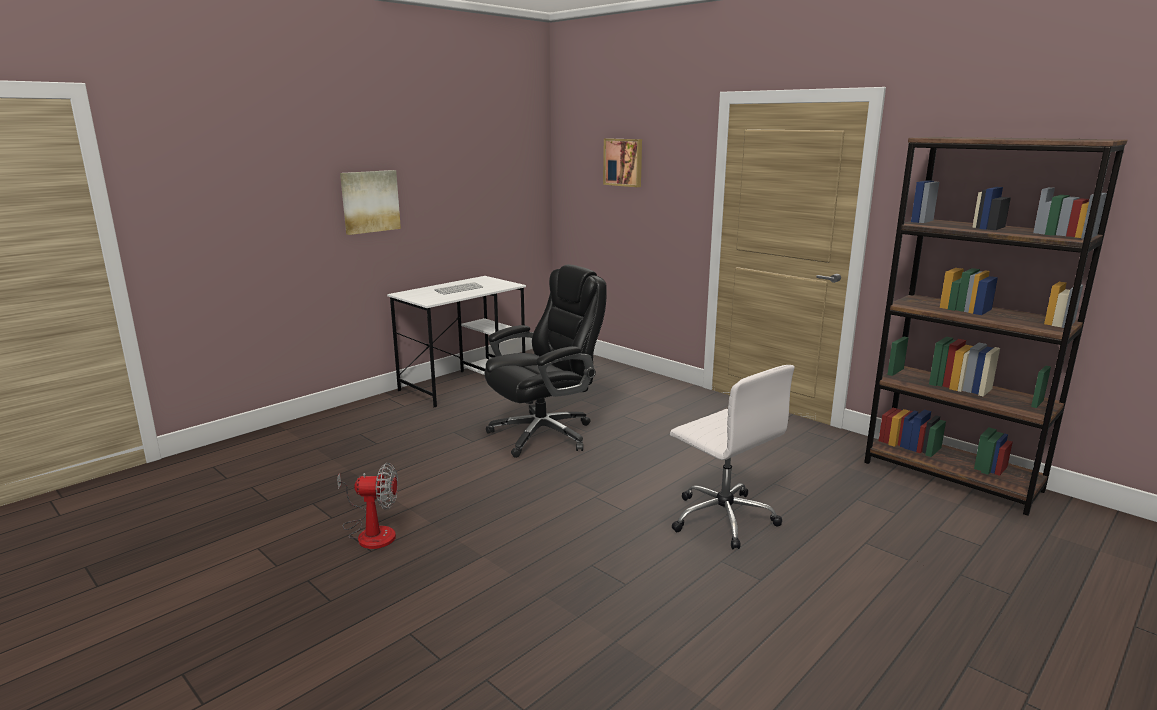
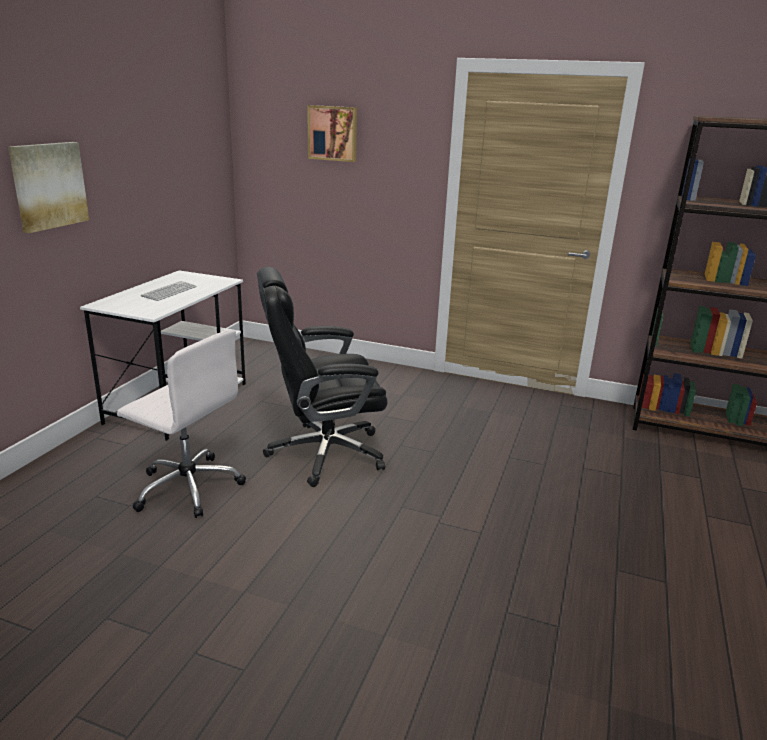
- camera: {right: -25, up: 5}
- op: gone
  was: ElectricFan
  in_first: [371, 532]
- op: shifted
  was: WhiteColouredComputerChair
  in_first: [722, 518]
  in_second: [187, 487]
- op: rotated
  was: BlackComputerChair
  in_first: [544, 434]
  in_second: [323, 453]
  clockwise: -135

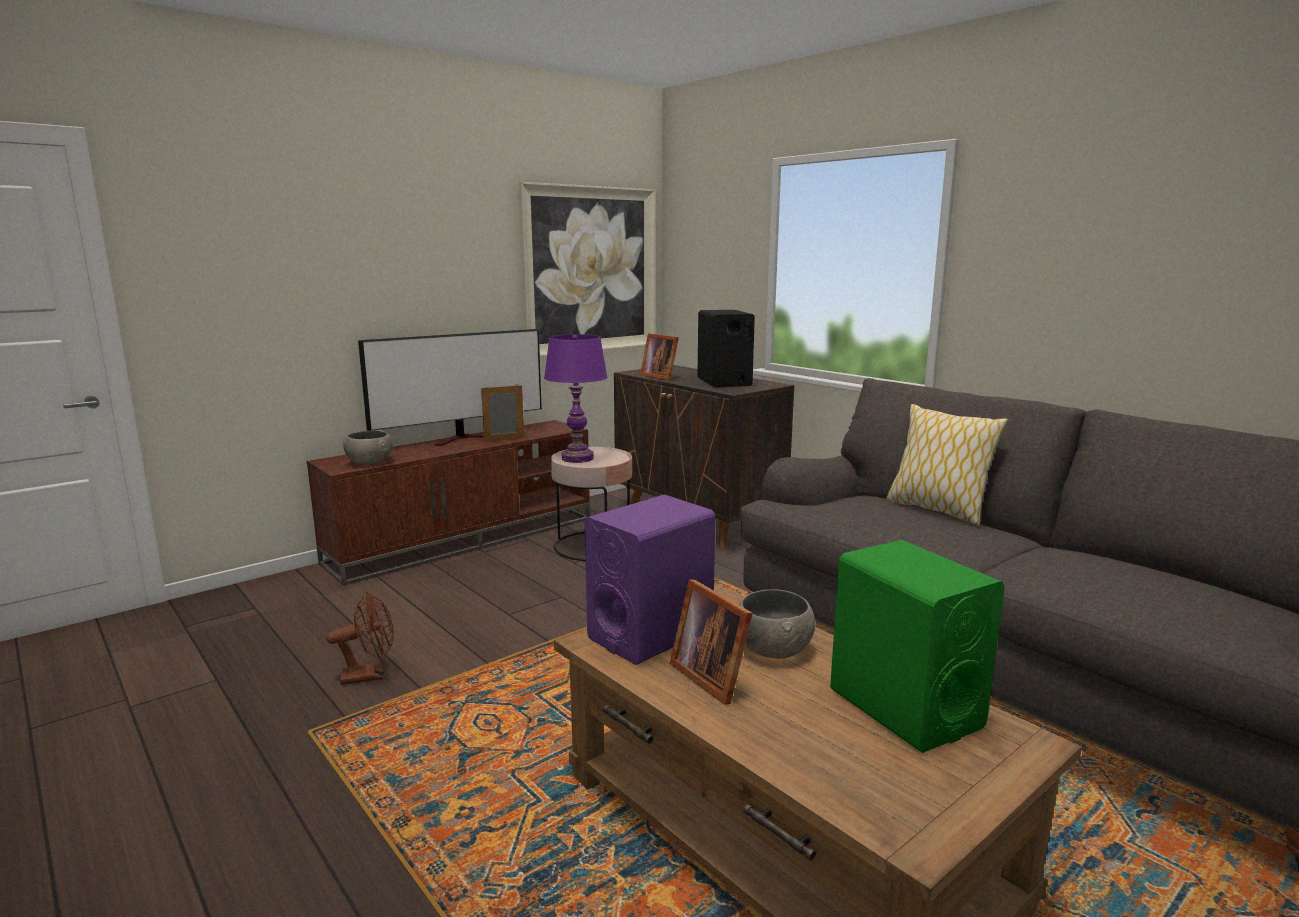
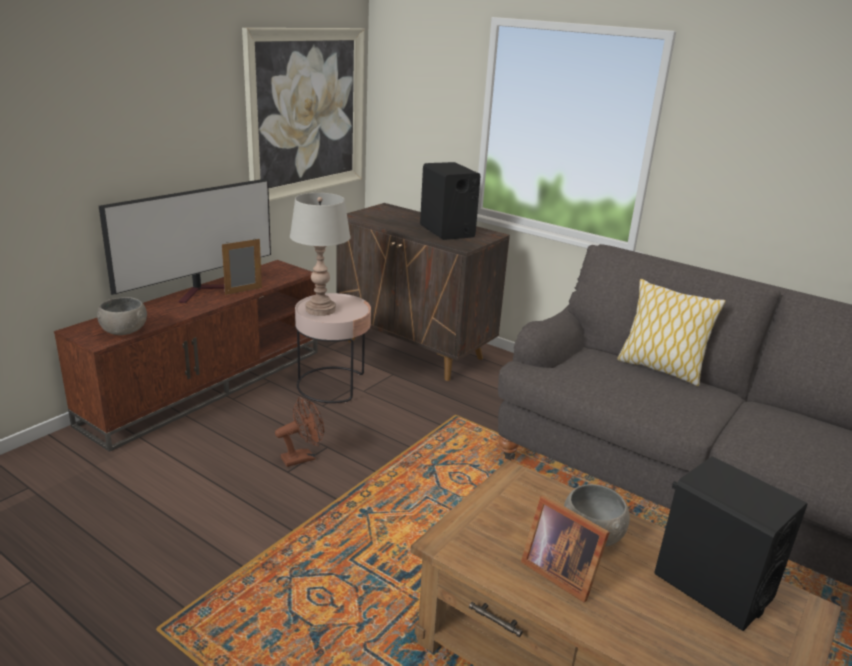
- camera: {right: -15, up: 10}
- op: gone
  was: PurpleColouredLoudspeaker
  in_first: [651, 634]
- op: gone
  was: PictureFrame
  in_first: [660, 377]
- op: shifted
  was: BrownElectricFan
  in_first: [370, 675]
  in_second: [303, 457]
- op: repainted
  was: PurpleColouredTableLamp
  now: GreyishTableLamp
  in_first: [577, 458]
  in_second: [320, 309]
- op: repainted
  was: GreenishLoudspeaker
  now: BlackLoudspeaker
  in_first: [904, 708]
  in_second: [712, 586]

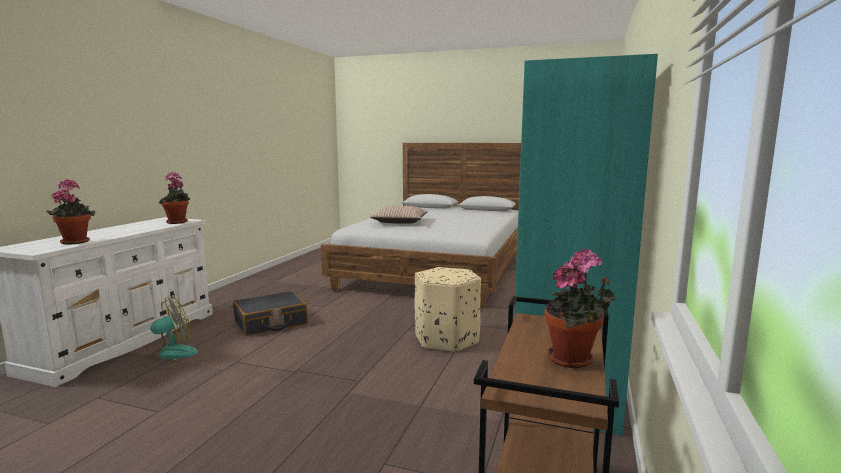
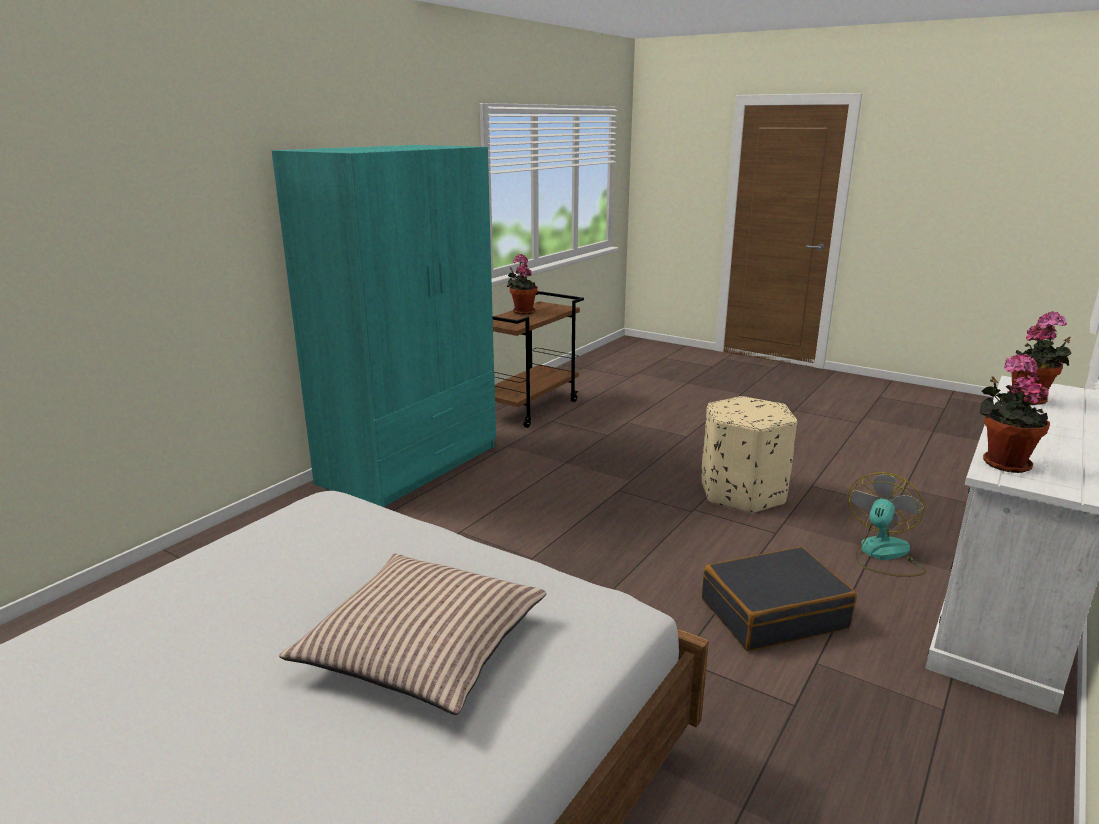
- camera: {right: -165, up: 10}
- op: shifted
  was: BeigePouffe
  in_first: [446, 339]
  in_second: [743, 493]
- op: rotated
  was: ElectricFan
  in_first: [168, 356]
  in_second: [882, 555]
  clockwise: 150

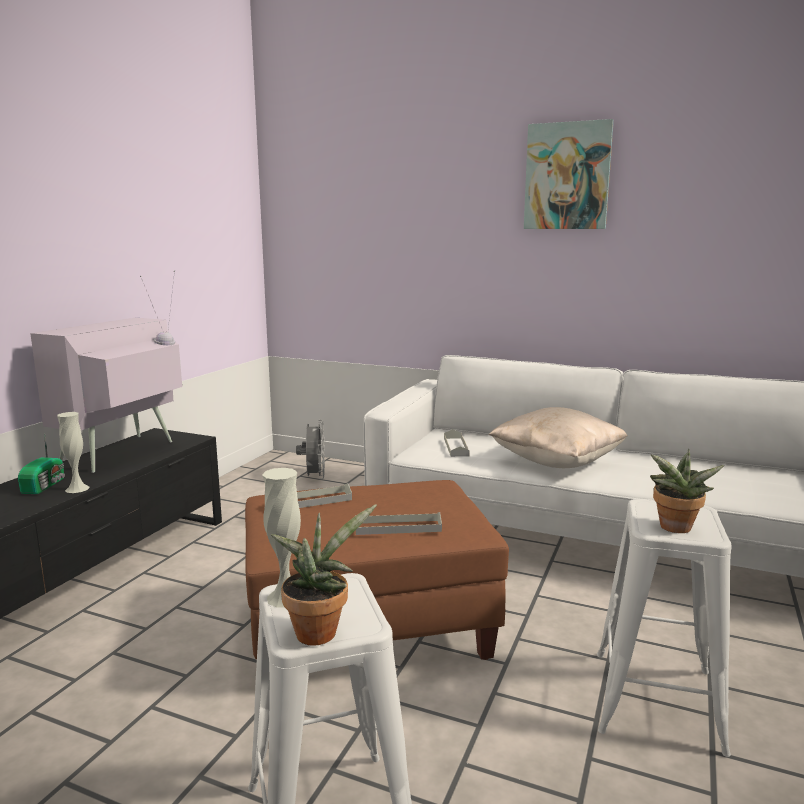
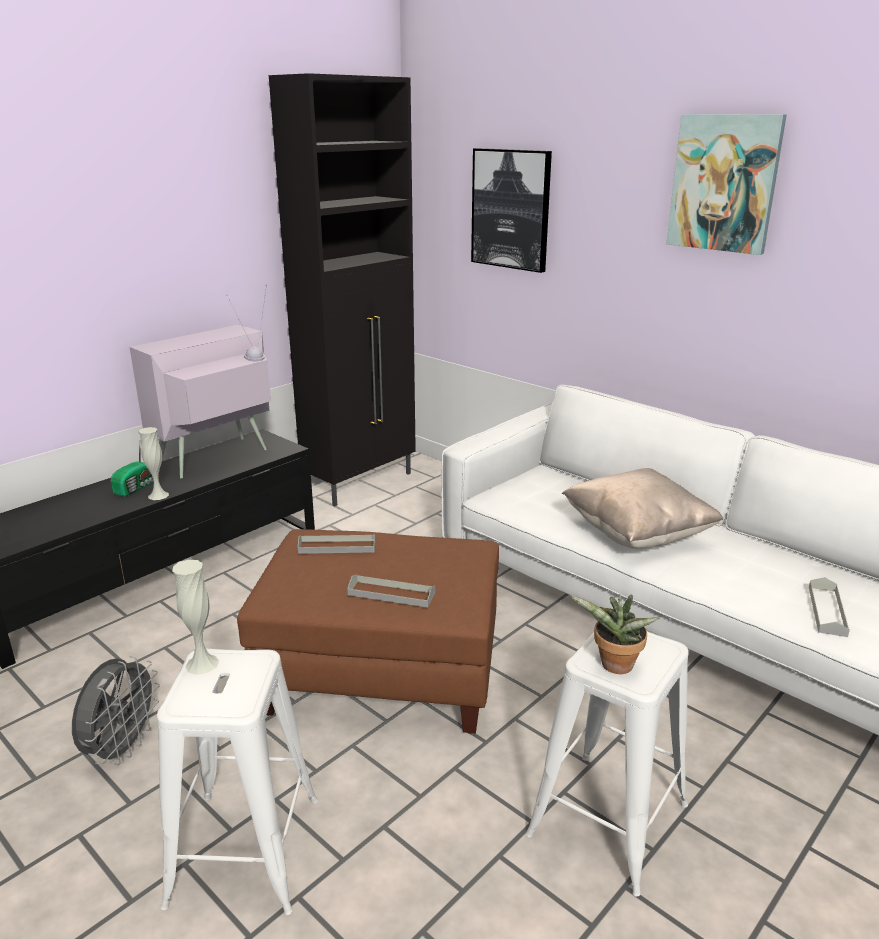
- camera: {right: 20, up: 10}
- op: gone
  was: PottedPlant
  in_first: [319, 630]
- op: new
  now: BlackCabinet
  in_second: [361, 482]
- op: new
  now: Picture
  in_second: [511, 209]
- op: shifted
  was: GreyishElectricFan
  in_first: [314, 477]
  in_second: [122, 748]
- op: shifted
  was: GreyishCarryingTray
  in_first: [456, 447]
  in_second: [827, 611]

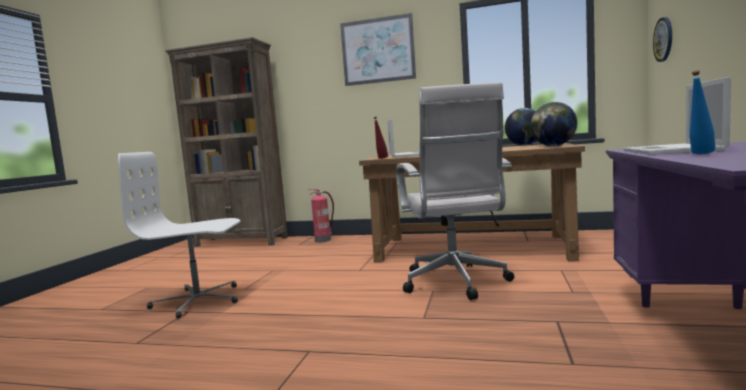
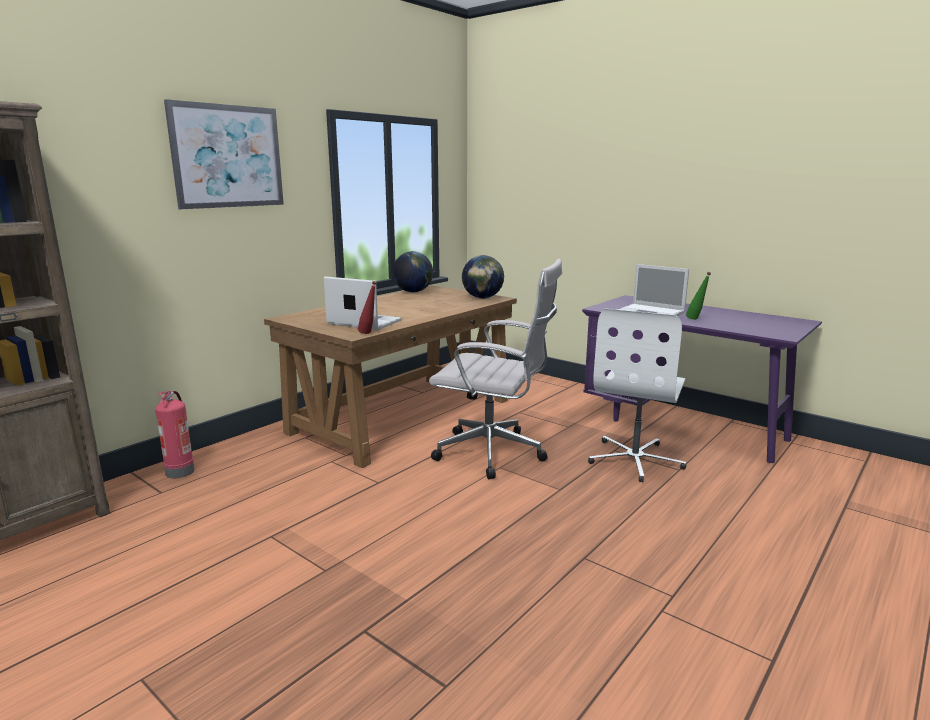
- camera: {right: -65, up: 10}
- op: gone
  was: ClockOnTheWall
  in_first: [664, 39]
- op: shifted
  was: WhiteColouredComputerChair
  in_first: [198, 301]
  in_second: [635, 459]
- op: repainted
  was: BluishDrinkBottle
  now: GreenishDrinkBottle
  in_first: [699, 154]
  in_second: [696, 320]

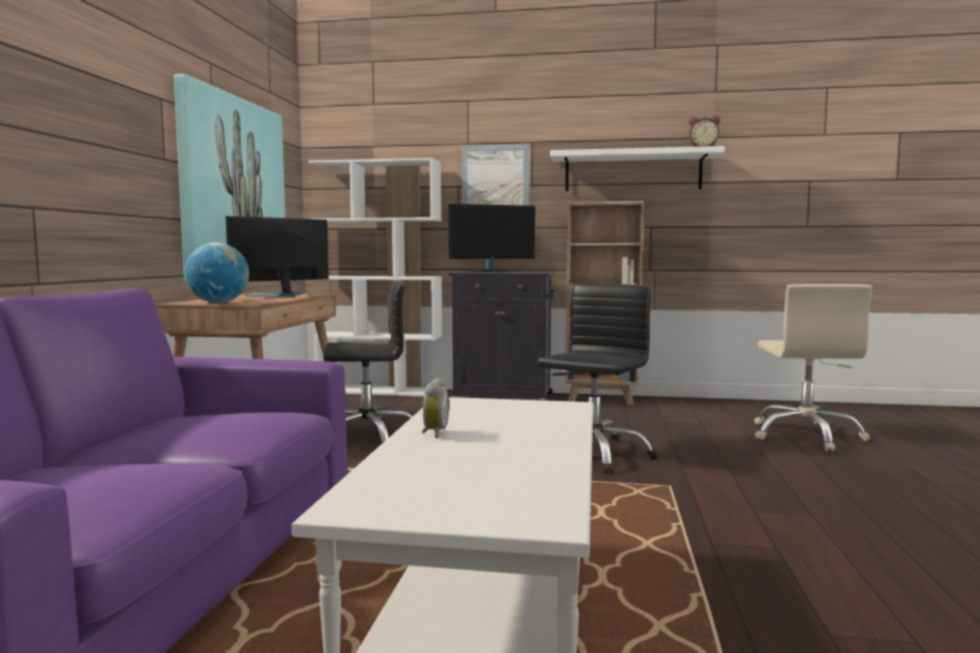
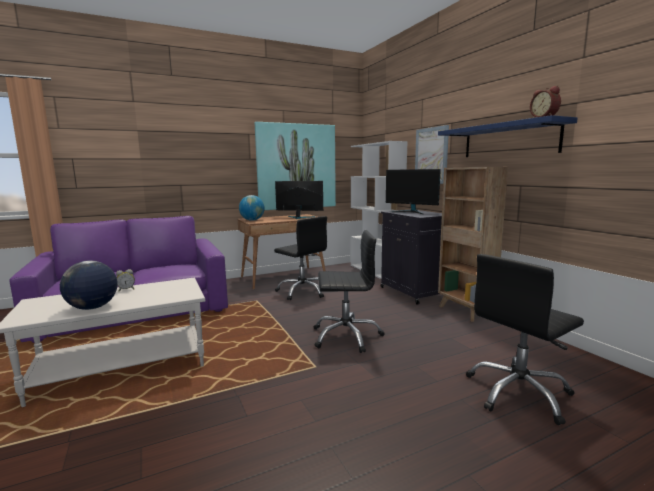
- camera: {right: 55, up: 5}
- op: new
  now: Globe
  in_second: [92, 308]
- op: repainted
  was: WhiteColouredBracketShelf
  now: BluishBracketShelf
  in_first: [632, 172]
  in_second: [509, 140]
- op: repainted
  was: BeigeComputerChair
  now: BlackComputerChair
  in_first: [806, 435]
  in_second: [518, 393]

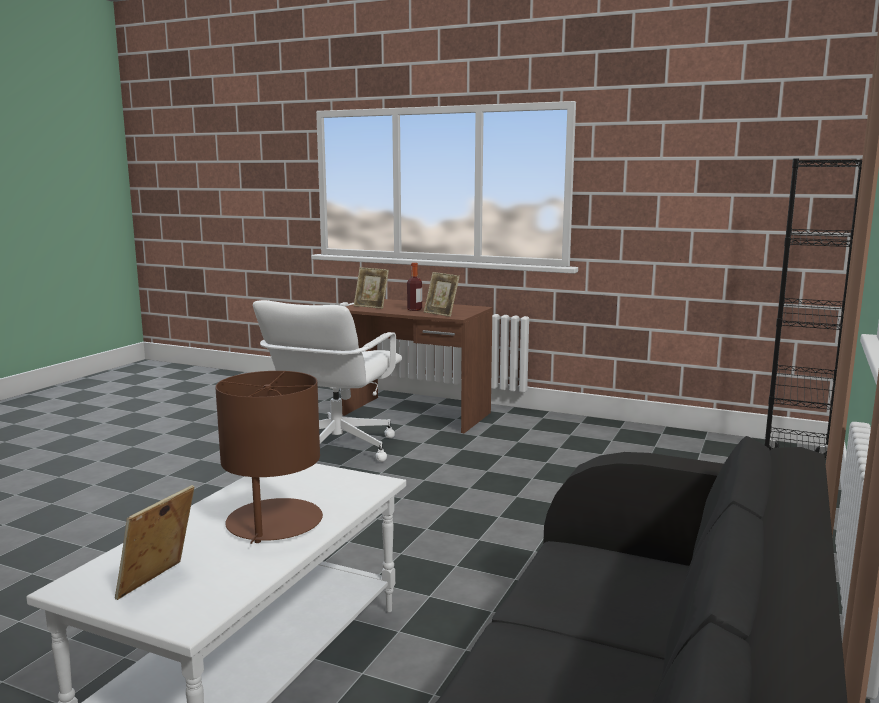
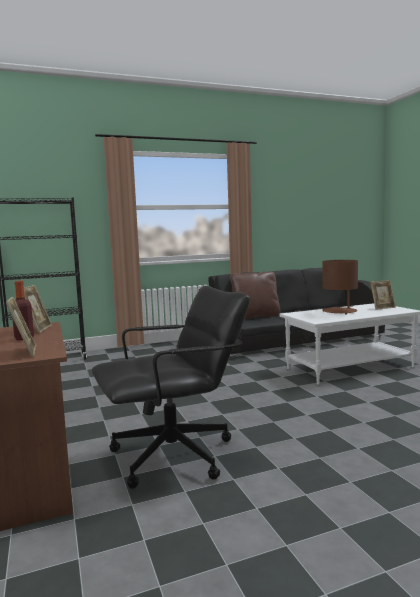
- camera: {right: -135, up: -5}
- op: new
  now: BrownPillow
  in_second: [255, 316]
- op: repainted
  was: WhiteColouredComputerChair
  now: BlackComputerChair
  in_first: [335, 449]
  in_second: [174, 456]

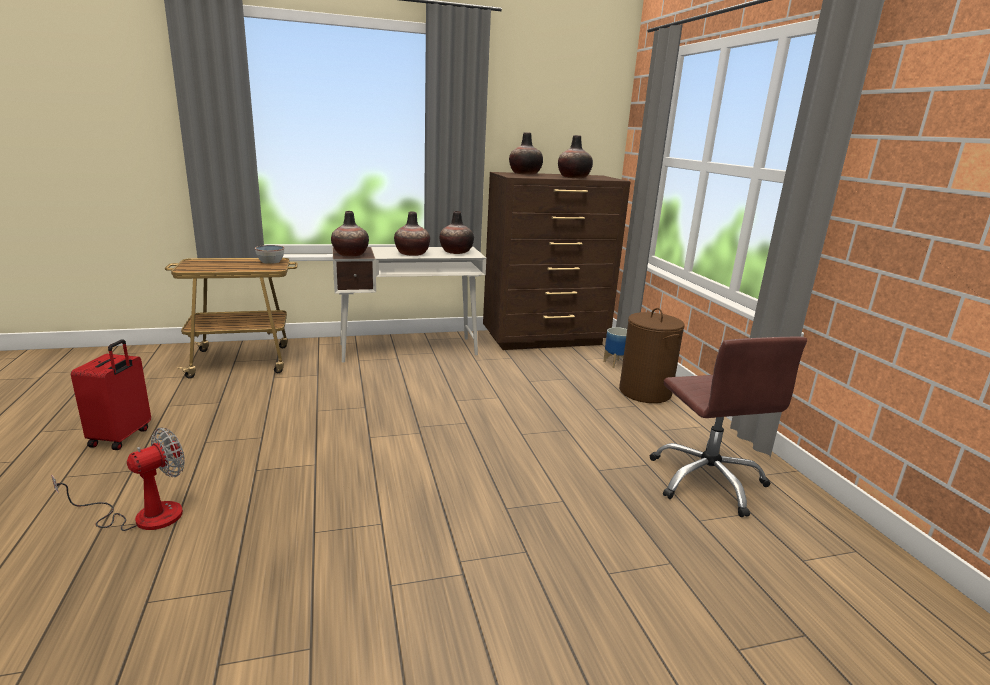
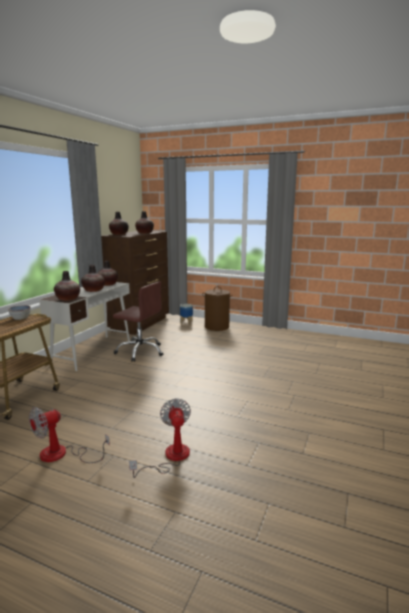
- camera: {right: -50, up: -5}
- op: shifted
  was: BrownComputerChair
  in_first: [707, 481]
  in_second: [140, 351]
- op: swapped
  was: RedSuitcase
  now: ElectricFan
  in_first: [122, 437]
  in_second: [62, 455]

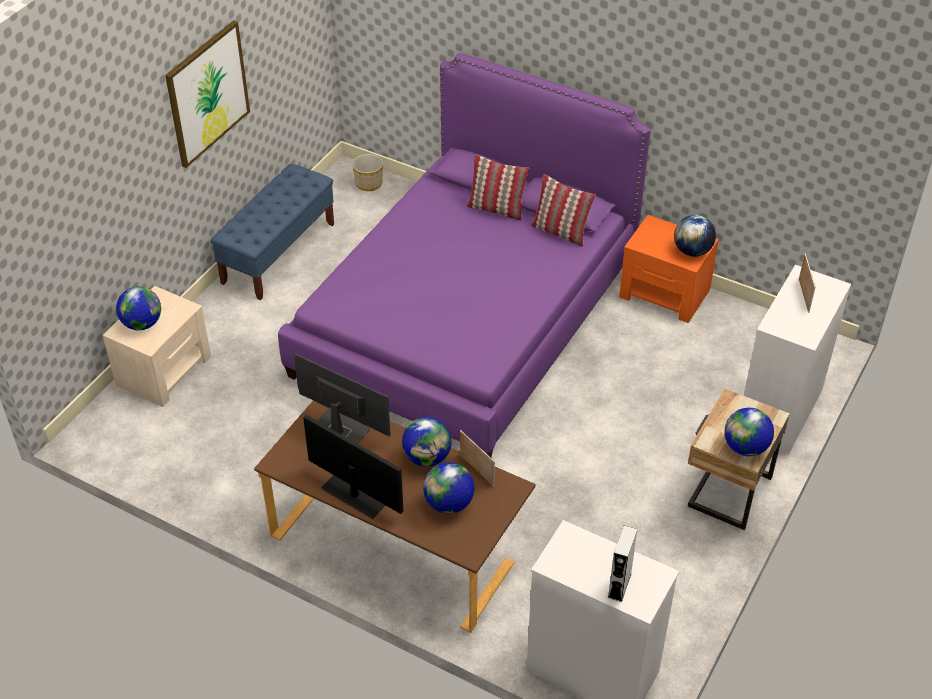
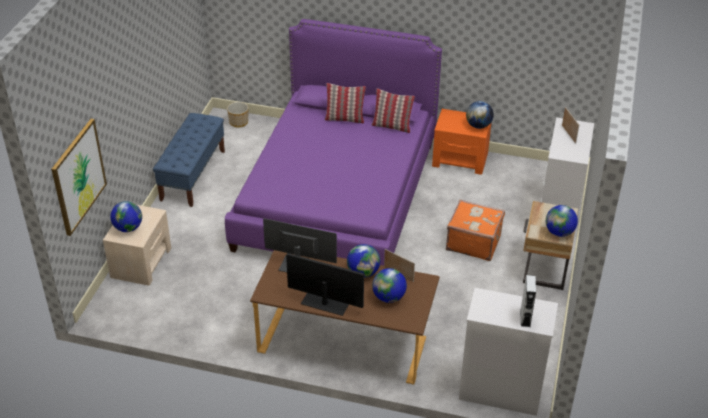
- camera: {right: -15, up: -5}
- op: new
  now: OrangeColouredSuitcase
  in_second: [473, 242]
- op: shifted
  was: Picture
  in_first: [207, 93]
  in_second: [78, 176]

